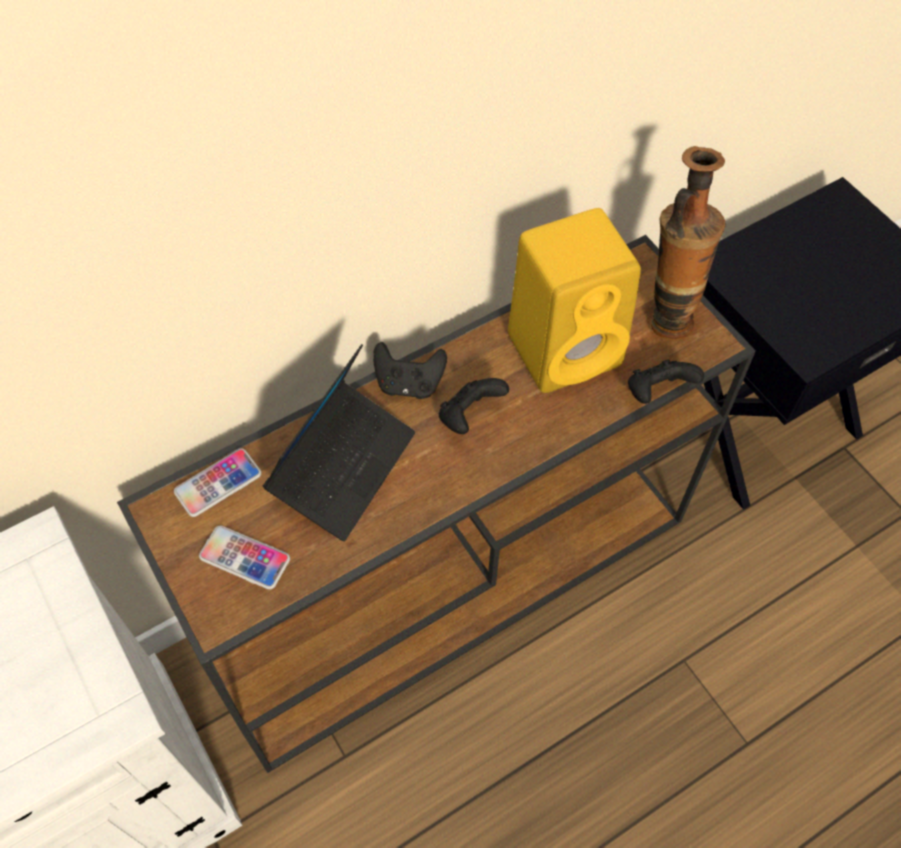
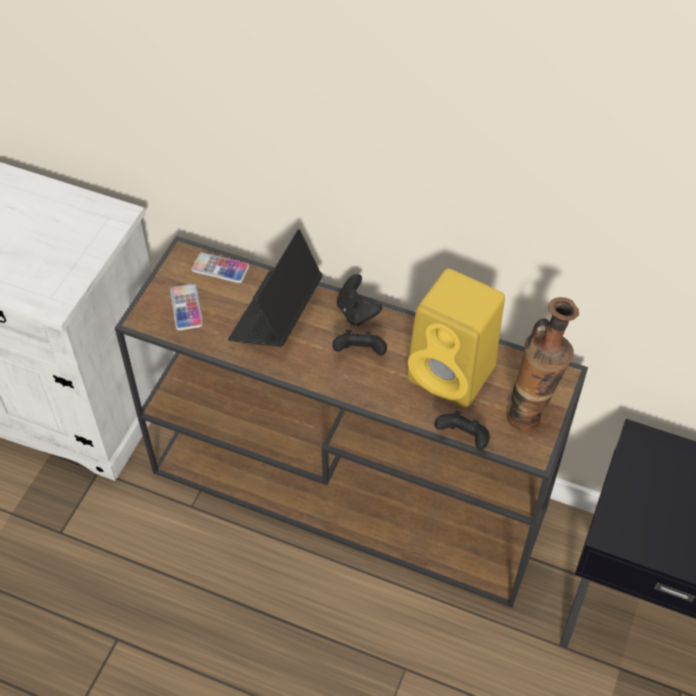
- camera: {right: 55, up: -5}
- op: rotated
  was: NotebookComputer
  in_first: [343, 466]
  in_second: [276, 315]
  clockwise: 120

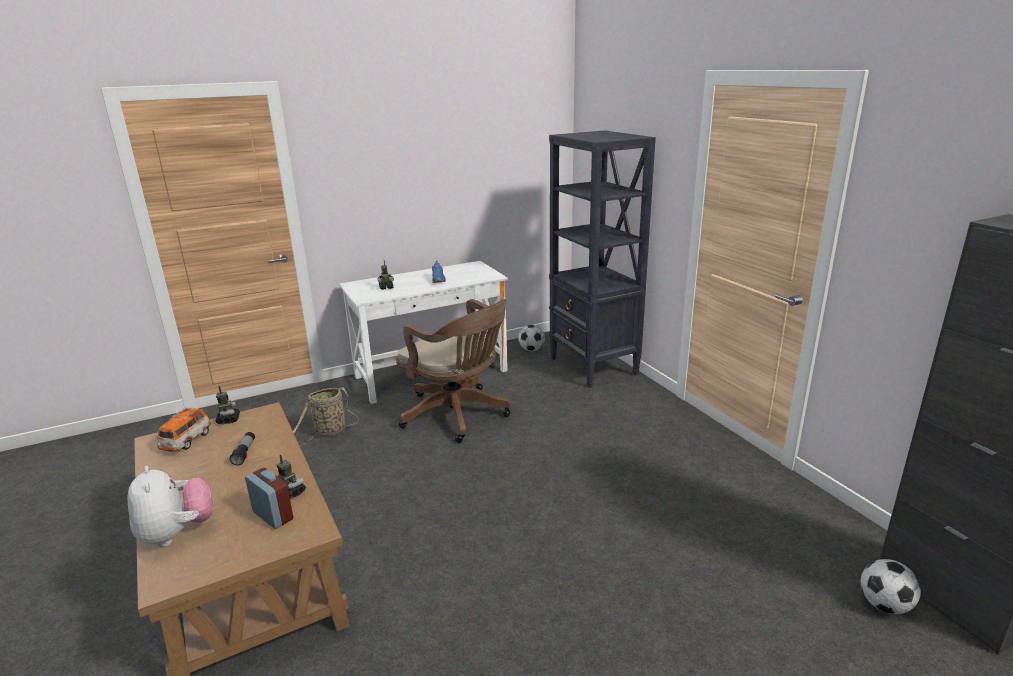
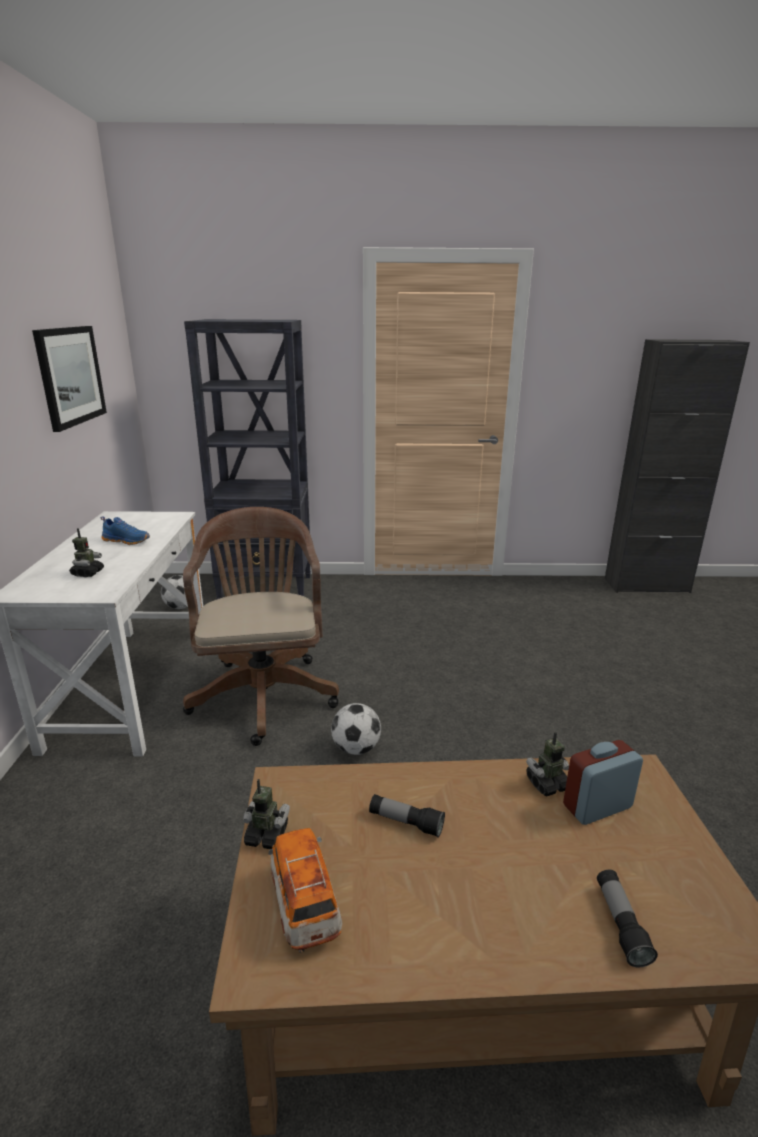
- camera: {right: -65, up: 0}
- op: gone
  was: StorageBasket
  in_first: [328, 433]
- op: new
  now: Picture
  in_second: [70, 376]
- op: shifted
  was: FootballBall
  in_first: [884, 605]
  in_second: [356, 748]
- op: swapped
  was: CuddlyToy
  now: Torch
  in_first: [177, 534]
  in_second: [621, 924]
- op: rotated
  was: MiniatureCar
  in_first: [186, 441]
  in_second: [305, 904]
  clockwise: -150
- op: rotated
  was: BrownComputerChair
  in_first: [458, 415]
  in_second: [264, 691]
  clockwise: -75

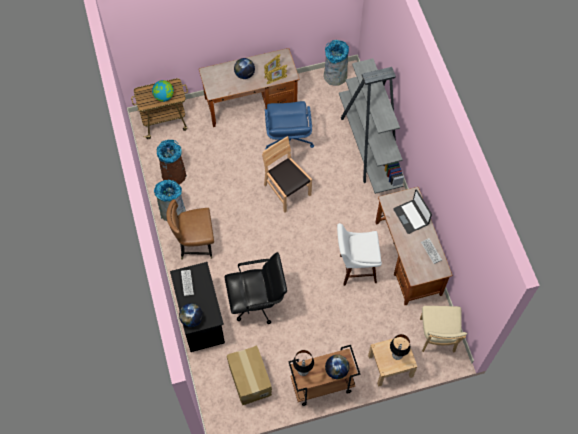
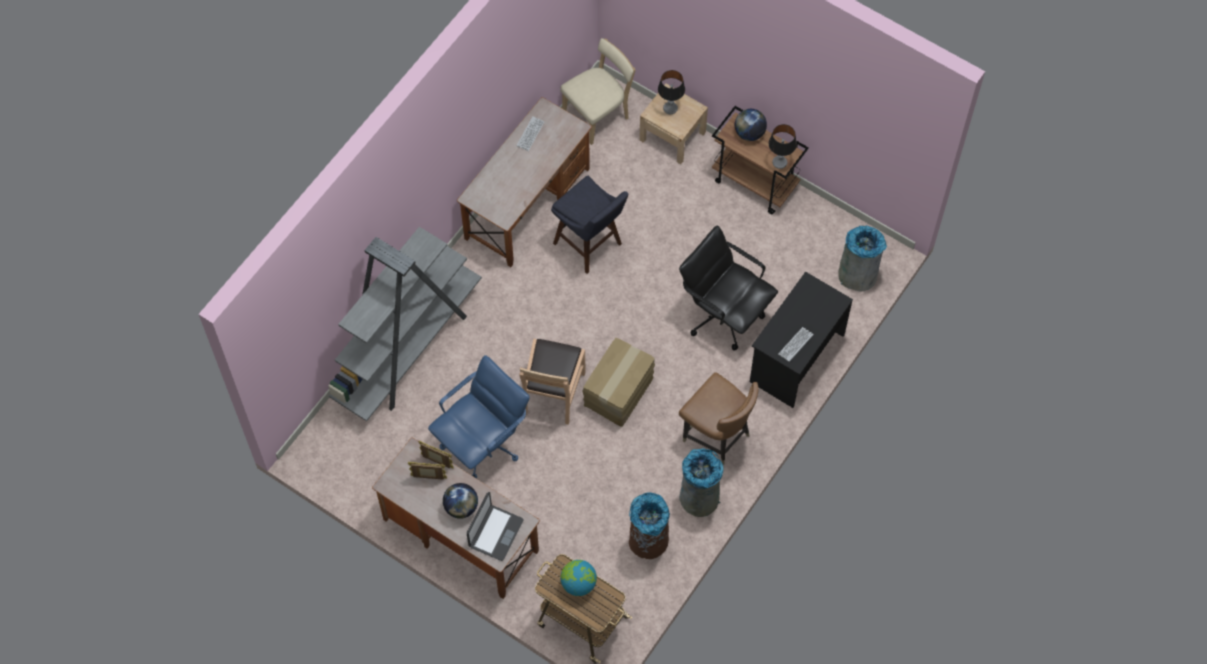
- camera: {right: -130, up: 0}
- op: gone
  was: Globe
  in_first: [191, 319]
- op: shifted
  was: CardboardBox
  in_first: [249, 379]
  in_second: [619, 392]
- op: shifted
  was: GreyishRubbishBin
  in_first: [335, 76]
  in_second: [858, 275]
- op: shifted
  was: NotebookComputer
  in_first: [411, 216]
  in_second: [495, 533]
- op: repainted
  was: WhiteColouredSittingStool
  now: BluishSittingStool
  in_first: [355, 269]
  in_second: [590, 246]

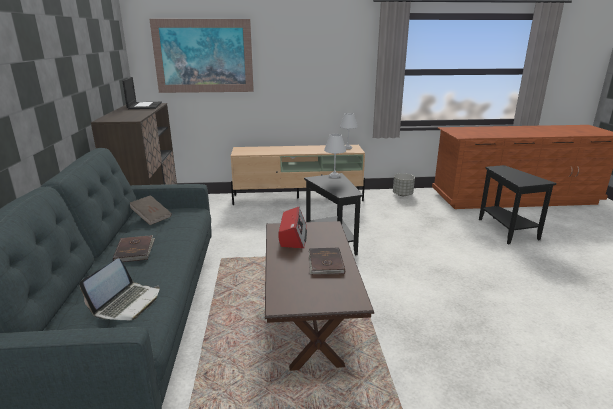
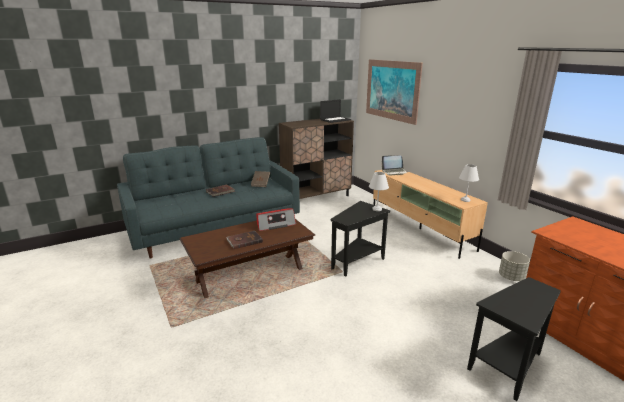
- camera: {right: 65, up: 0}
- op: shifted
  was: NotebookComputer
  in_first: [127, 303]
  in_second: [394, 172]

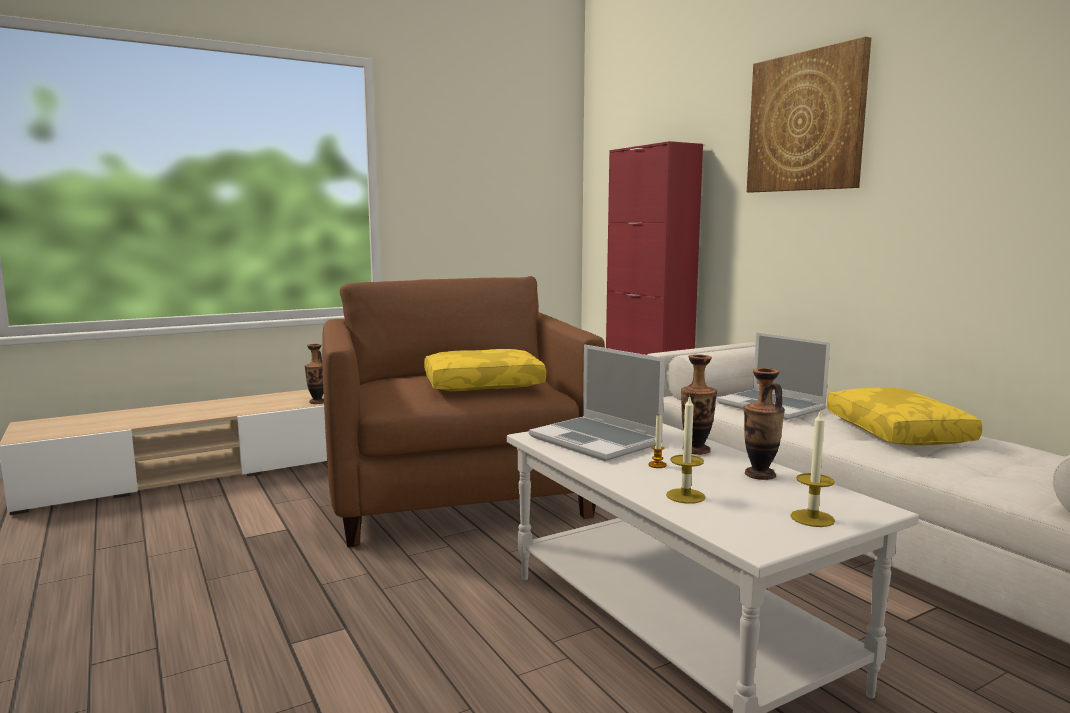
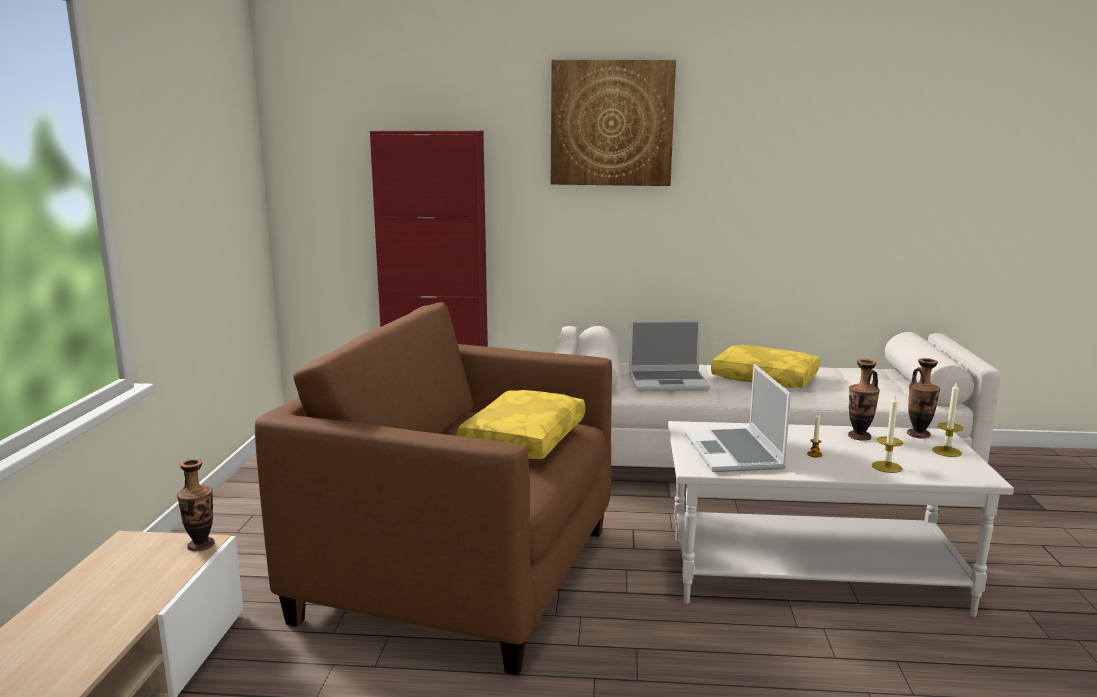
- camera: {right: -55, up: 5}
- op: shifted
  was: DecorativeVase
  in_first: [696, 450]
  in_second: [918, 435]
- op: rotated
  was: NotebookComputer
  in_first: [597, 441]
  in_second: [735, 453]
  clockwise: 90

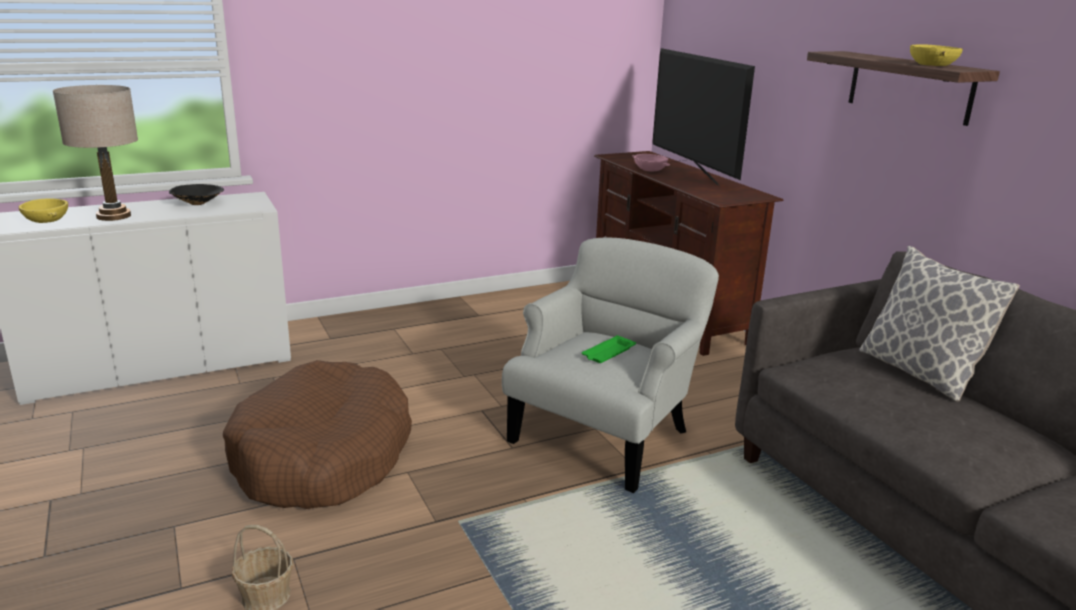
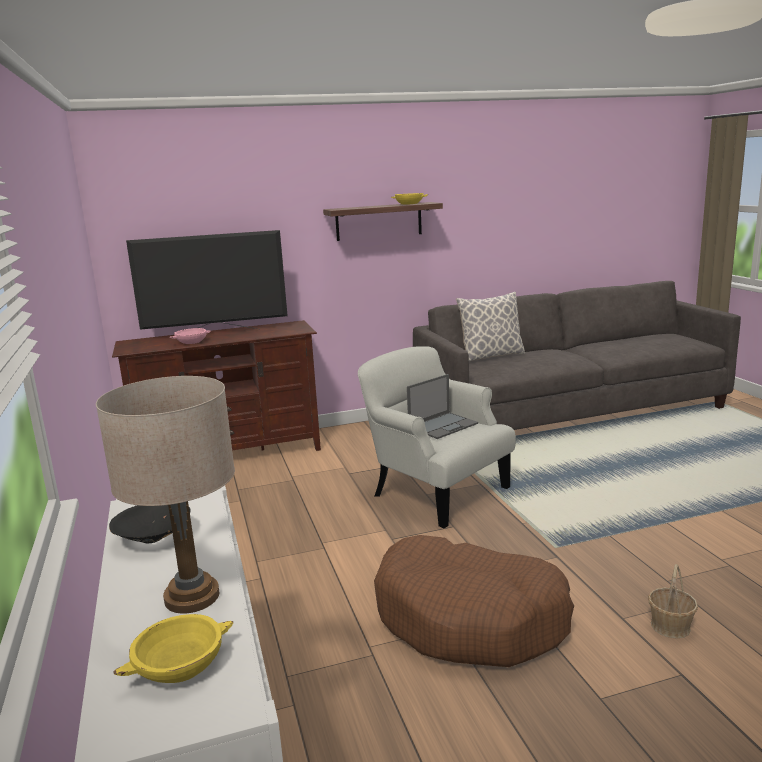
- camera: {right: -80, up: -5}
- op: swapped
  was: GreenishCarryingTray
  now: NotebookComputer
  in_first: [608, 353]
  in_second: [443, 425]

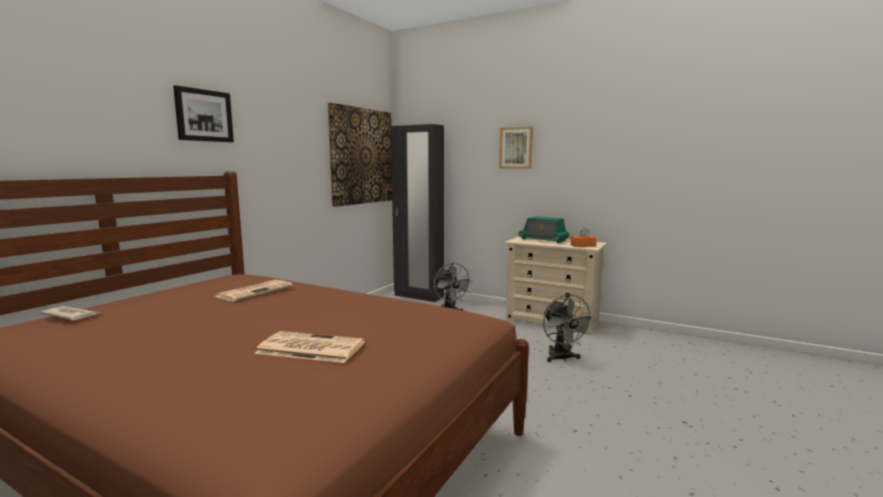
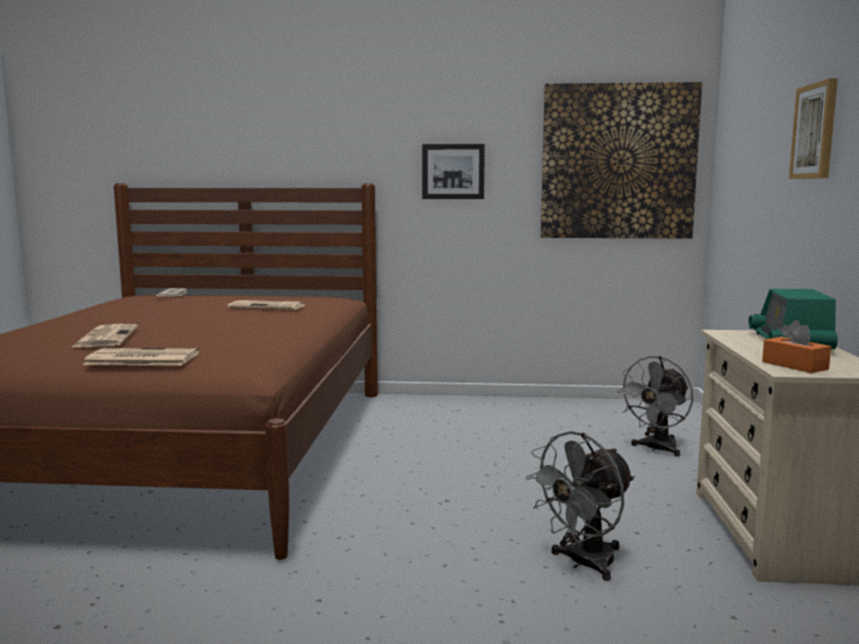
- camera: {right: 65, up: 0}
- op: gone
  was: BlackArmoire
  in_first: [418, 296]
- op: new
  now: DailyPaper
  in_second: [140, 359]
- op: shifted
  was: Picture
  in_first: [204, 115]
  in_second: [453, 171]

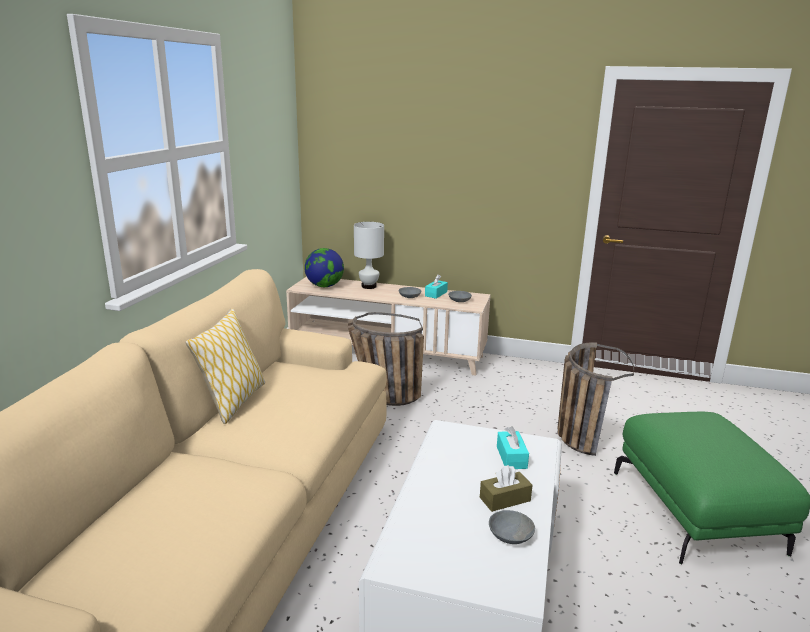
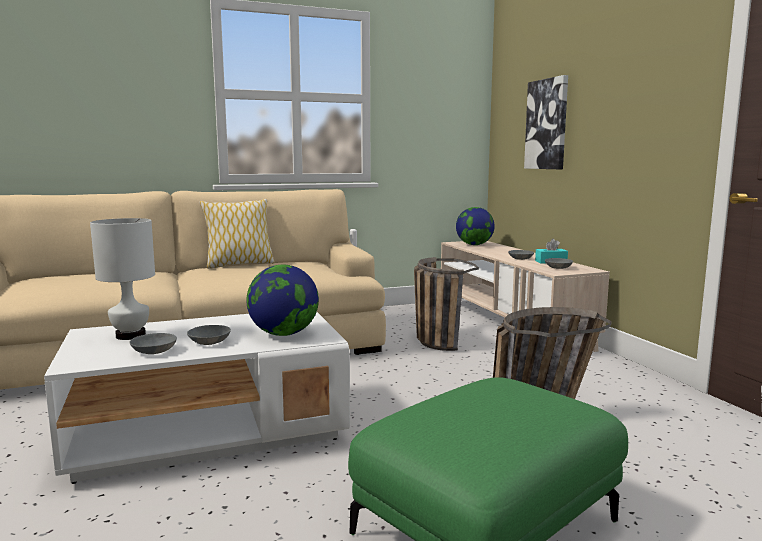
- camera: {right: 55, up: -10}
- op: new
  now: Picture
  in_second: [547, 124]
- op: shifted
  was: WhiteColouredTableLamp
  in_first: [369, 286]
  in_second: [131, 335]
- op: swapped
  was: BrownTissueHolder
  now: GreyishBowl
  in_first: [505, 499]
  in_second: [208, 342]
- op: swapped
  was: TurquoiseTissueHolder
  now: Globe
  in_first: [511, 457]
  in_second: [284, 334]

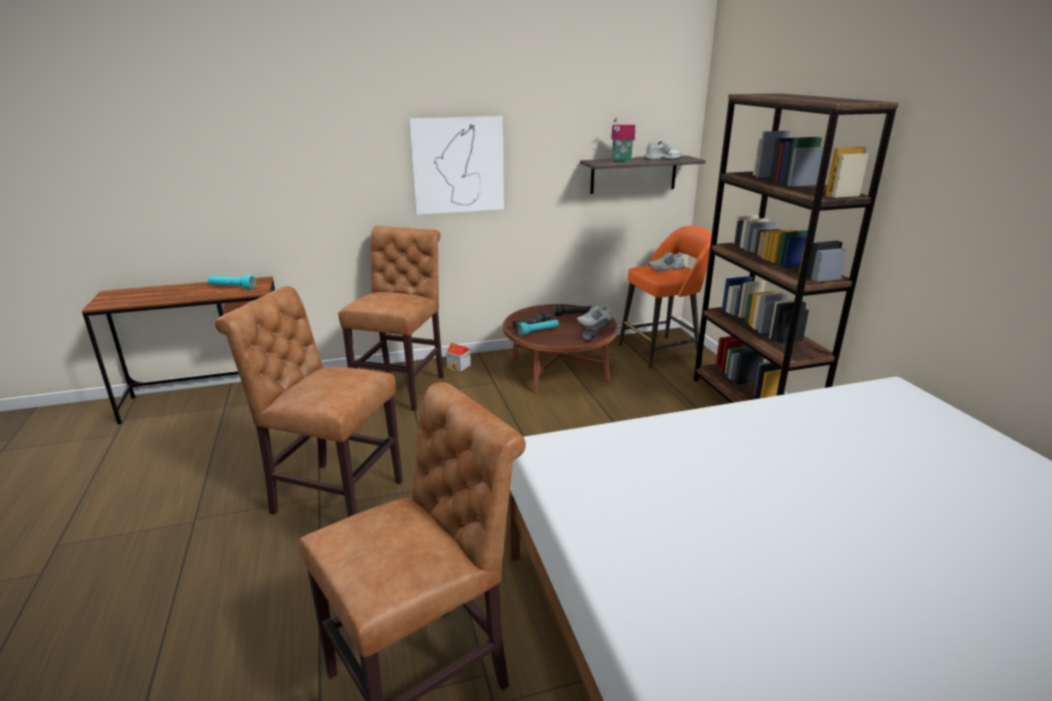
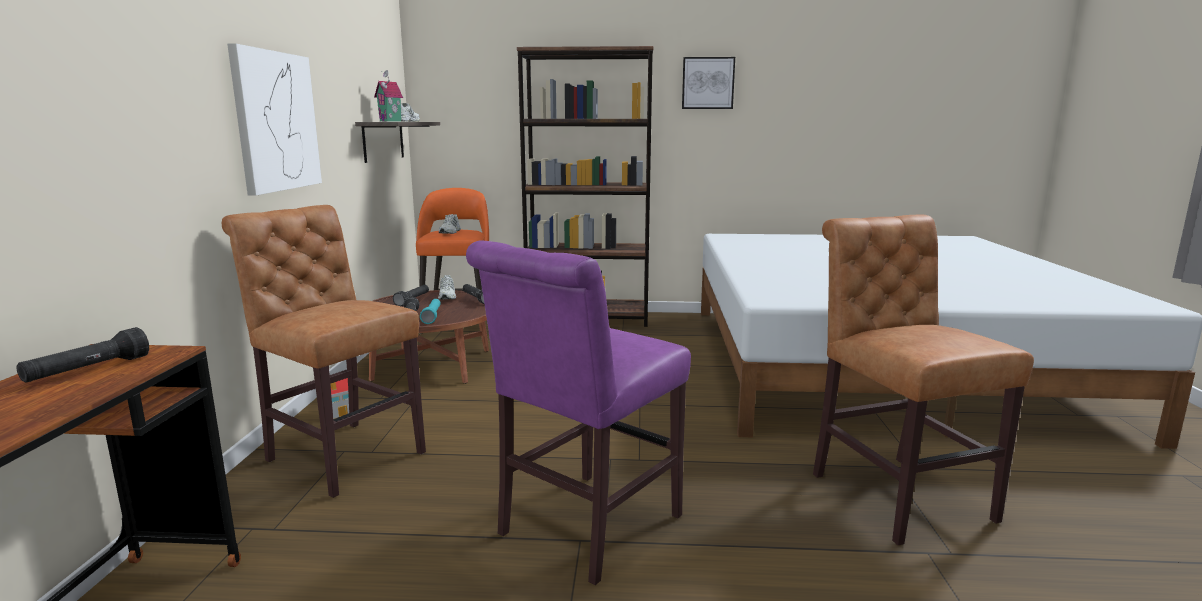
- camera: {right: -70, up: -10}
- op: new
  now: Picture
  in_second: [708, 83]
- op: repainted
  was: TurquoiseTorch
  now: BlackTorch
  in_first: [232, 287]
  in_second: [88, 371]
- op: repainted
  was: BrownChair
  now: PurpleColouredChair
  in_first: [332, 496]
  in_second: [583, 529]

